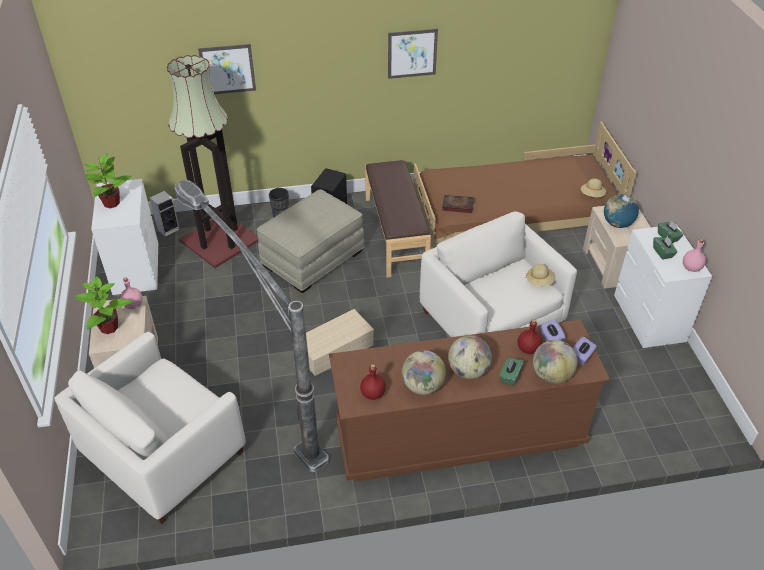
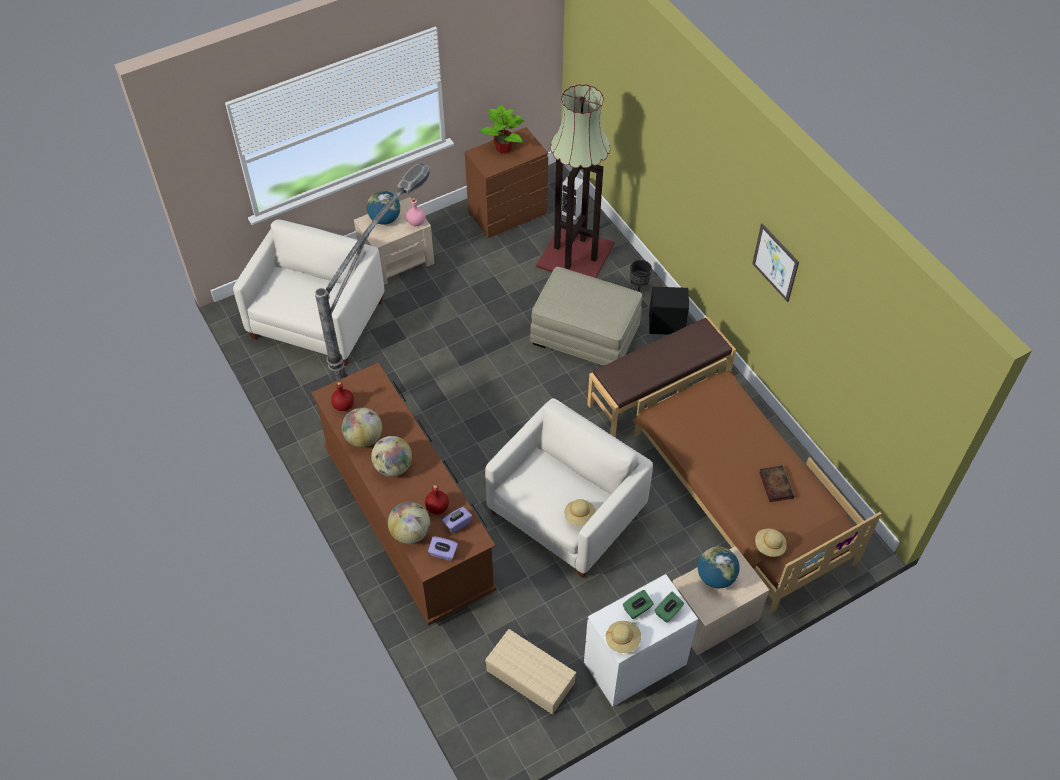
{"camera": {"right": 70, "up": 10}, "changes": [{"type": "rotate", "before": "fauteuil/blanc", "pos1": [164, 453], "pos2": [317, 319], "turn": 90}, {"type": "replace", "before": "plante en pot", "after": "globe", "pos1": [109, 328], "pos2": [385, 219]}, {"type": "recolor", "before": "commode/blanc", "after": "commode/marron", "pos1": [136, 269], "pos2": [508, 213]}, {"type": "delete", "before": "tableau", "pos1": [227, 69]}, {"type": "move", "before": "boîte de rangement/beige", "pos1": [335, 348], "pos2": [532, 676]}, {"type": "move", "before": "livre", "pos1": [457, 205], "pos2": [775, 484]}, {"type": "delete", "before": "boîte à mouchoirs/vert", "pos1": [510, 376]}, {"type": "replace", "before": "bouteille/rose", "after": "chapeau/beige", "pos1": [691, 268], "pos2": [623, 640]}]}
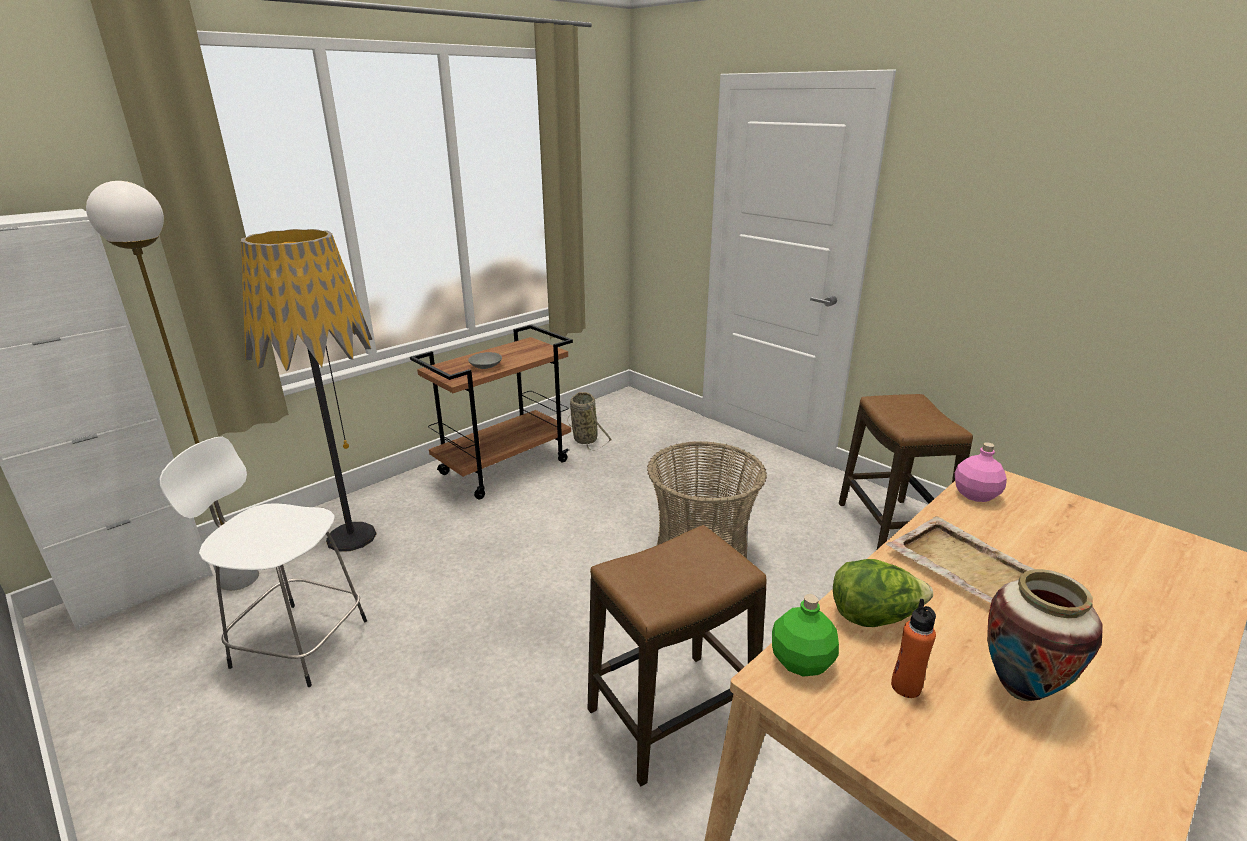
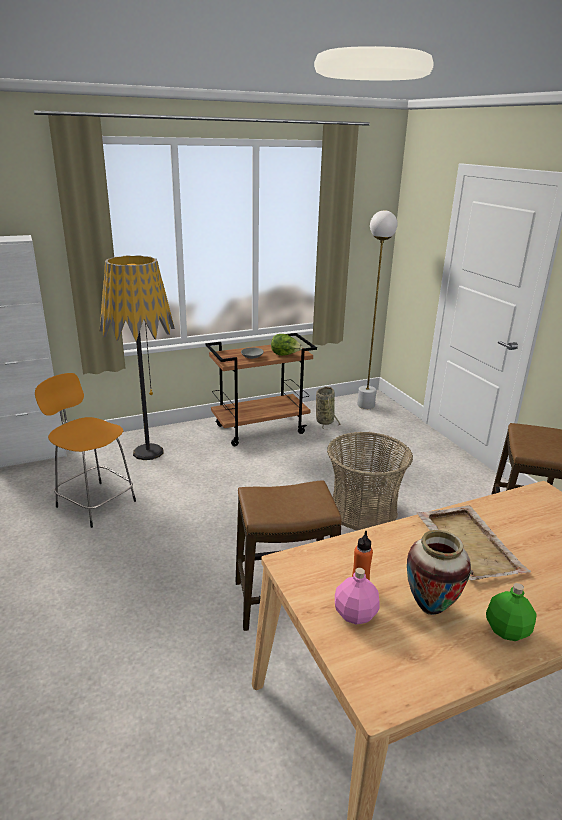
{"camera": {"right": 20, "up": 0}, "changes": [{"type": "move", "before": "lampadaire/blanc", "pos1": [240, 579], "pos2": [366, 405]}, {"type": "recolor", "before": "tabouret/blanc", "after": "tabouret/orange", "pos1": [296, 642], "pos2": [94, 503]}, {"type": "move", "before": "bouteille/vert", "pos1": [800, 661], "pos2": [506, 629]}, {"type": "move", "before": "laitue", "pos1": [874, 617], "pos2": [285, 355]}, {"type": "move", "before": "bouteille/rose", "pos1": [976, 495], "pos2": [356, 614]}]}
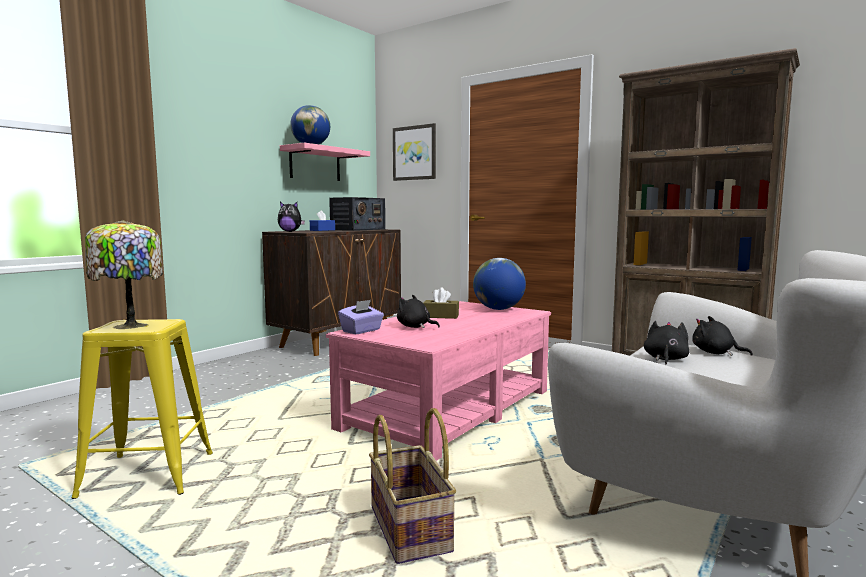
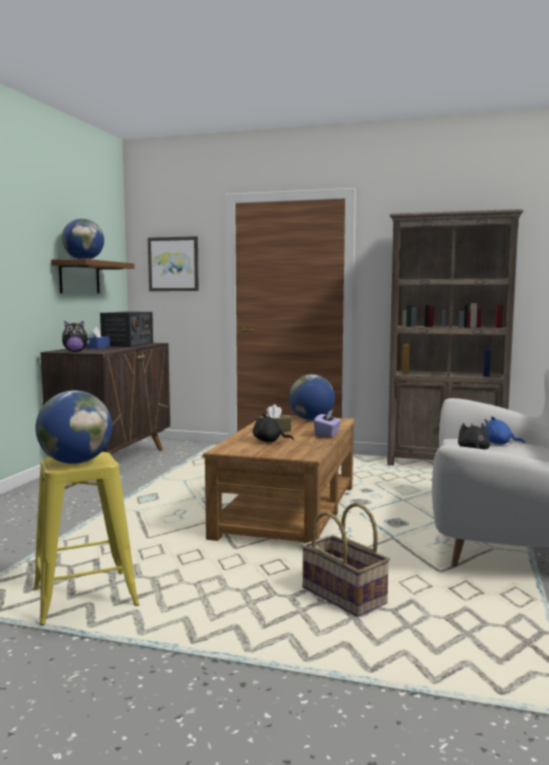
{"camera": {"right": -20, "up": 0}, "changes": [{"type": "replace", "before": "lampe de table", "after": "globe", "pos1": [128, 326], "pos2": [75, 462]}, {"type": "recolor", "before": "étagère/rose", "after": "étagère/marron", "pos1": [315, 164], "pos2": [79, 277]}, {"type": "recolor", "before": "table basse/rose", "after": "table basse/marron", "pos1": [447, 409], "pos2": [286, 511]}, {"type": "move", "before": "boîte à mouchoirs/violet", "pos1": [361, 331], "pos2": [327, 434]}, {"type": "recolor", "before": "peluche/noir", "after": "peluche/bleu", "pos1": [715, 353], "pos2": [499, 443]}]}
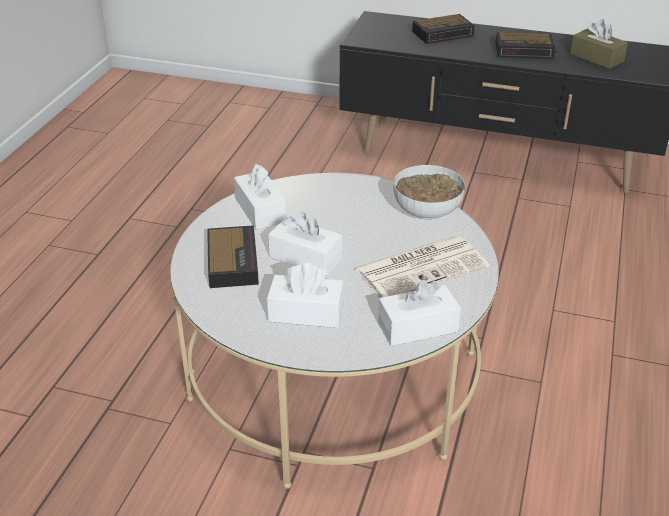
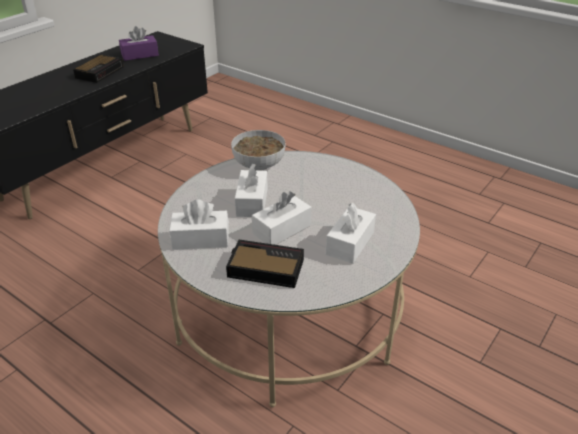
{"camera": {"right": -70, "up": 0}, "changes": [{"type": "delete", "before": "journal", "pos1": [421, 267]}, {"type": "move", "before": "boîte à mouchoirs/blanc", "pos1": [417, 327], "pos2": [252, 202]}, {"type": "delete", "before": "réveil", "pos1": [444, 33]}, {"type": "recolor", "before": "boîte à mouchoirs/marron", "after": "boîte à mouchoirs/violet", "pos1": [596, 58], "pos2": [140, 55]}]}
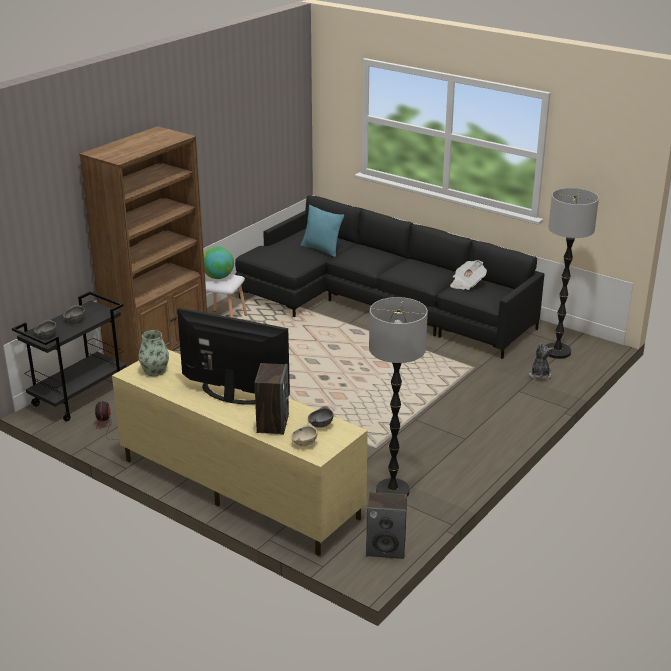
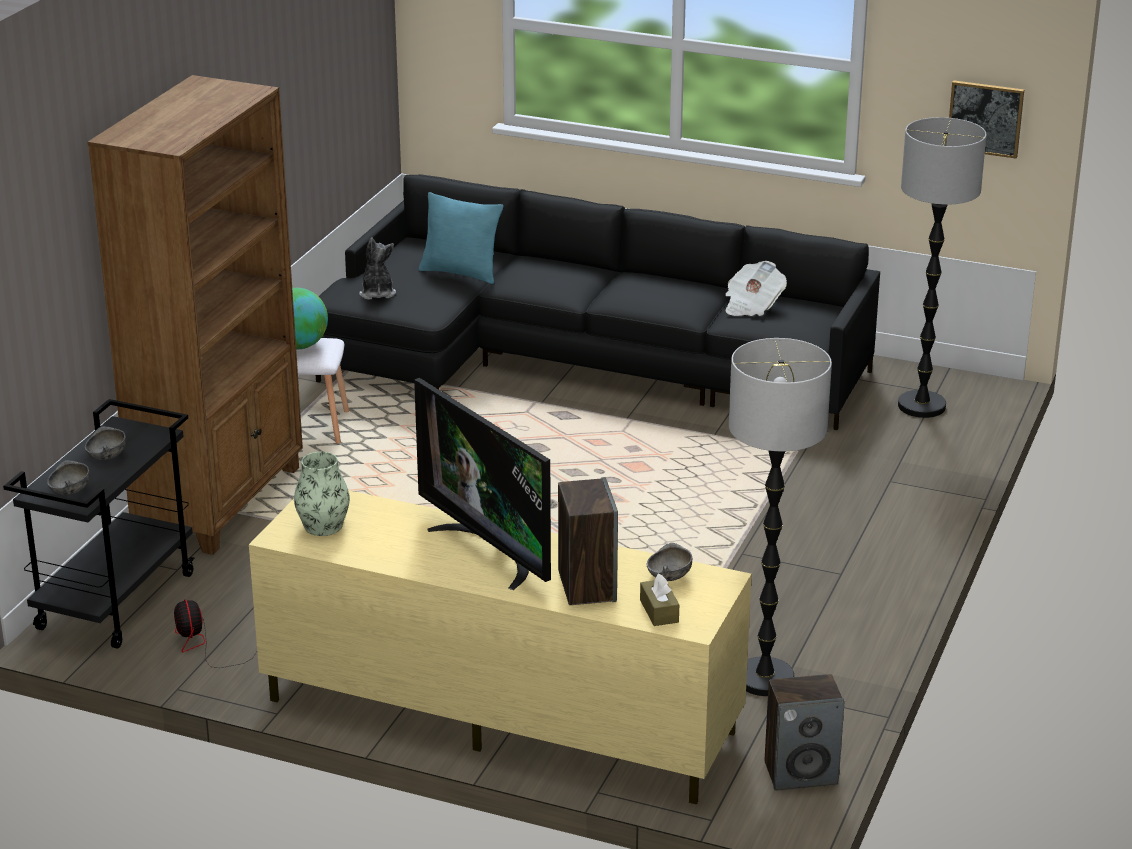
{"camera": {"right": -15, "up": 0}, "changes": [{"type": "rotate", "before": "téléviseur", "pos1": [233, 396], "pos2": [490, 551], "turn": -135}, {"type": "replace", "before": "bol/beige", "after": "boîte à mouchoirs/marron", "pos1": [304, 443], "pos2": [659, 611]}, {"type": "move", "before": "peluche", "pos1": [539, 375], "pos2": [377, 293]}, {"type": "insert", "after": "tableau", "pos2": [985, 118]}]}
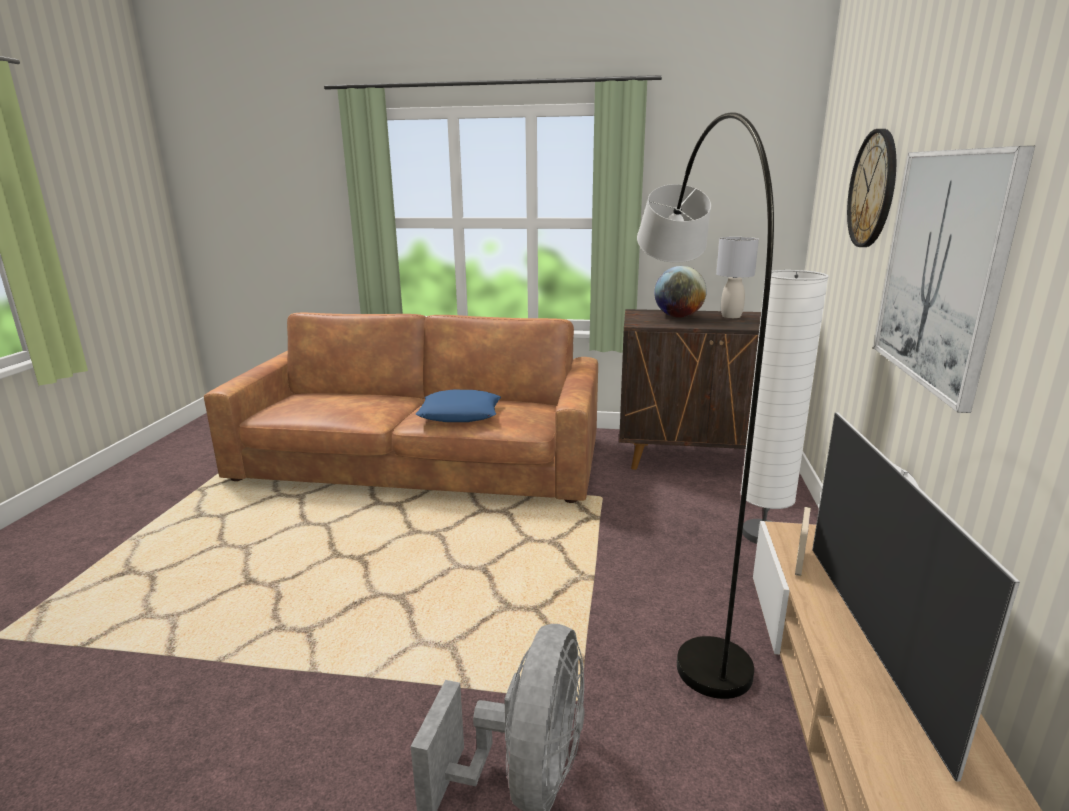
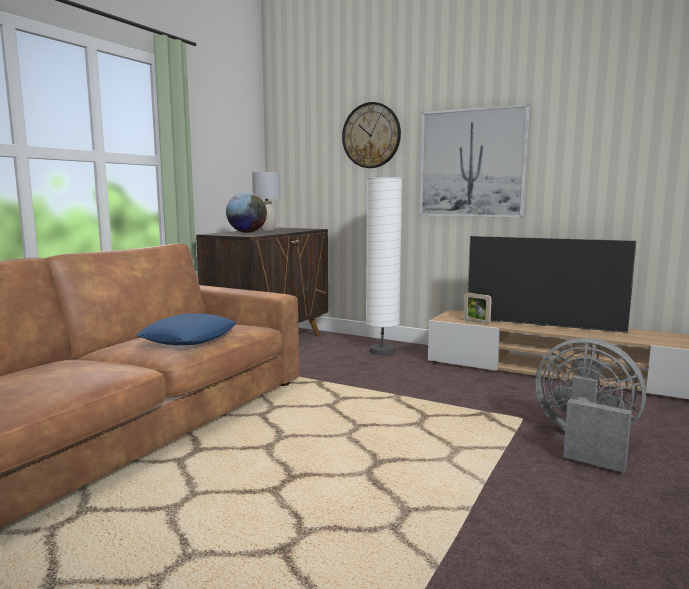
{"camera": {"right": -70, "up": -10}, "changes": [{"type": "delete", "before": "lampadaire/gris", "pos1": [676, 585]}]}
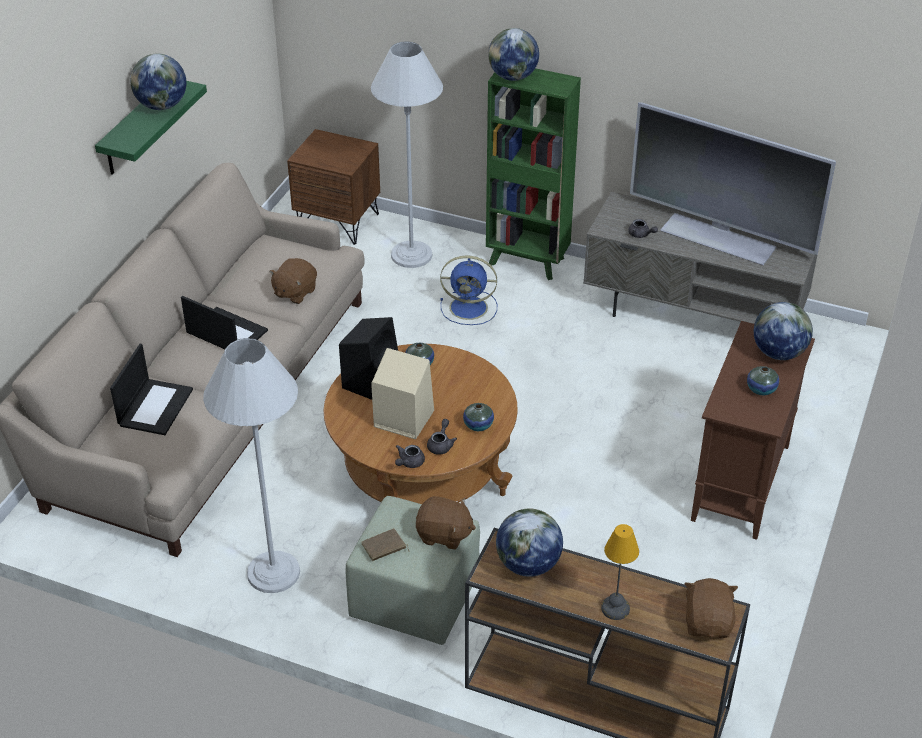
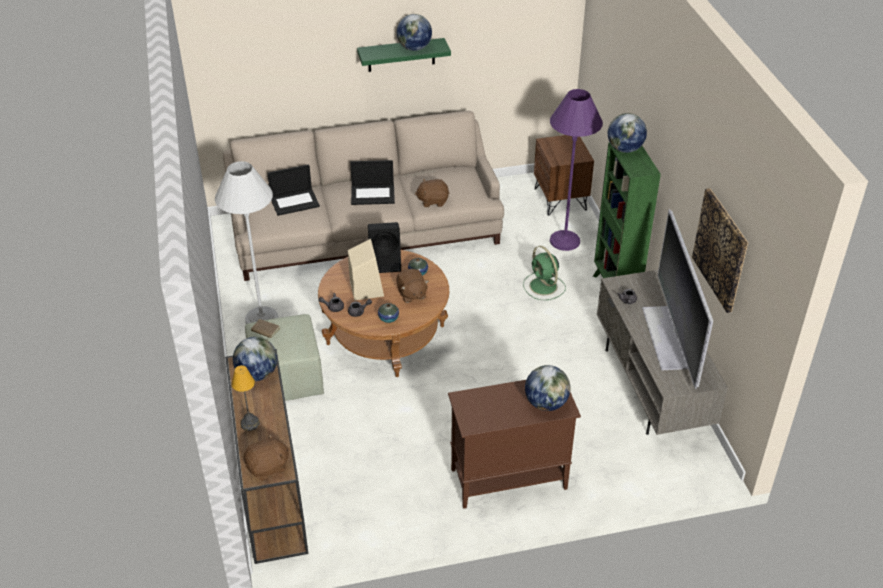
{"camera": {"right": 55, "up": 0}, "changes": [{"type": "rotate", "before": "ordinateur portable", "pos1": [225, 332], "pos2": [373, 194], "turn": 90}, {"type": "recolor", "before": "lampadaire/blanc", "after": "lampadaire/violet", "pos1": [411, 255], "pos2": [565, 241]}, {"type": "move", "before": "peluche/marron", "pos1": [444, 535], "pos2": [411, 294]}, {"type": "recolor", "before": "ventilateur/bleu", "after": "ventilateur/vert", "pos1": [470, 308], "pos2": [544, 287]}, {"type": "delete", "before": "vase", "pos1": [761, 389]}, {"type": "insert", "after": "tableau", "pos2": [721, 250]}]}
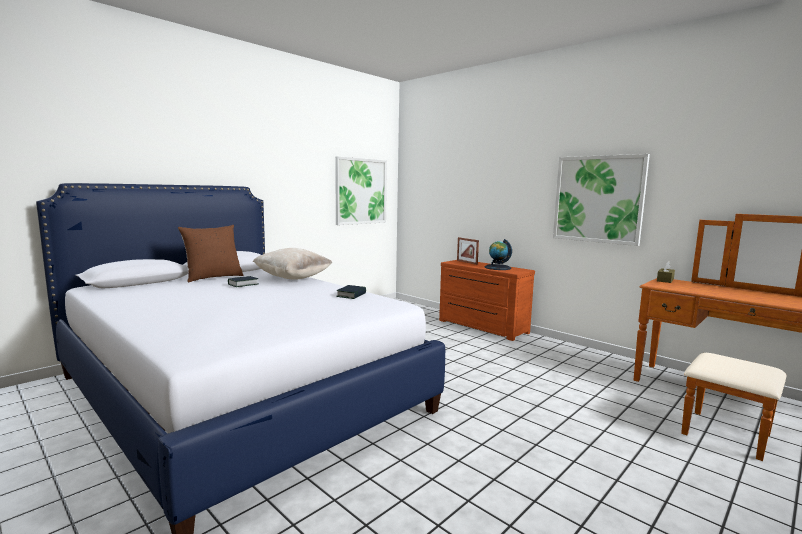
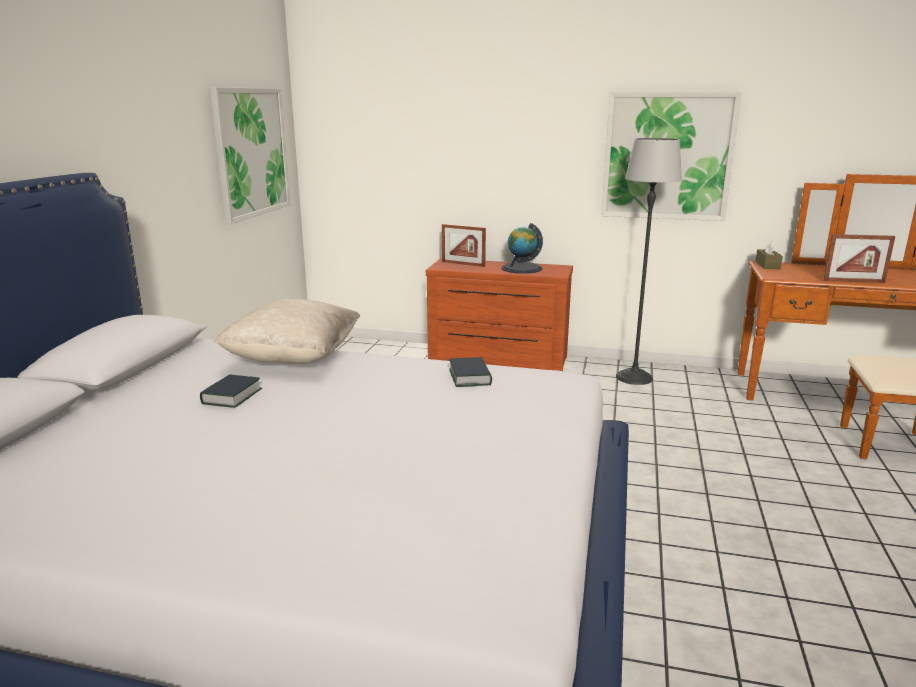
{"camera": {"right": -30, "up": 10}, "changes": [{"type": "delete", "before": "coussin/marron", "pos1": [213, 277]}, {"type": "insert", "after": "lampadaire", "pos2": [634, 377]}, {"type": "insert", "after": "cadre photo", "pos2": [853, 281]}]}
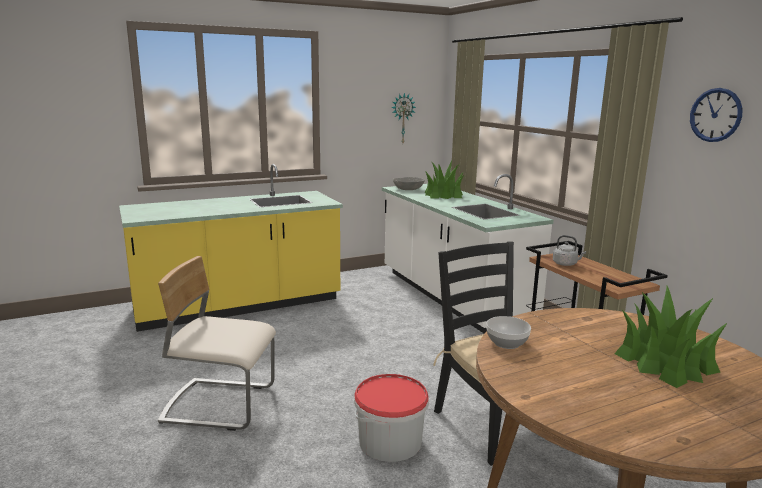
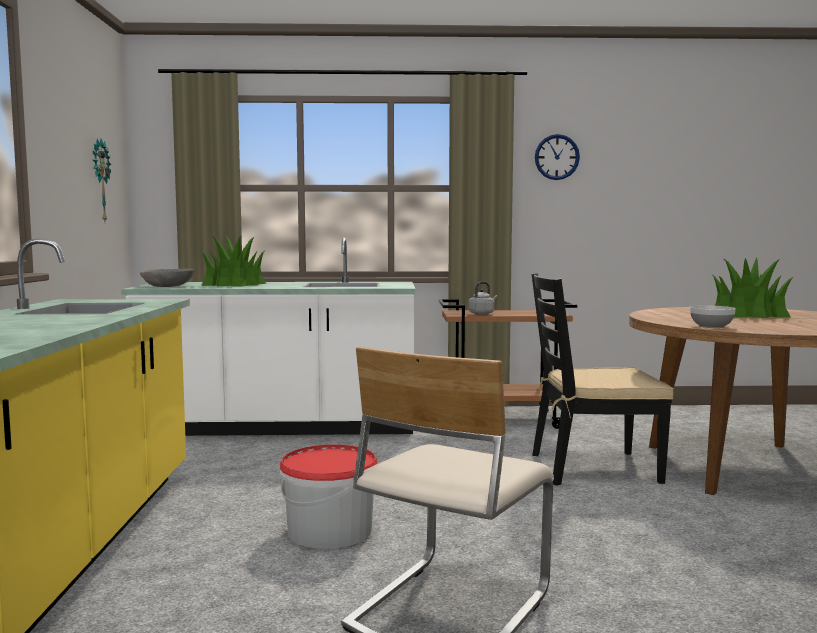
{"camera": {"right": -65, "up": -10}, "changes": [{"type": "move", "before": "seau", "pos1": [390, 441], "pos2": [330, 530]}]}
